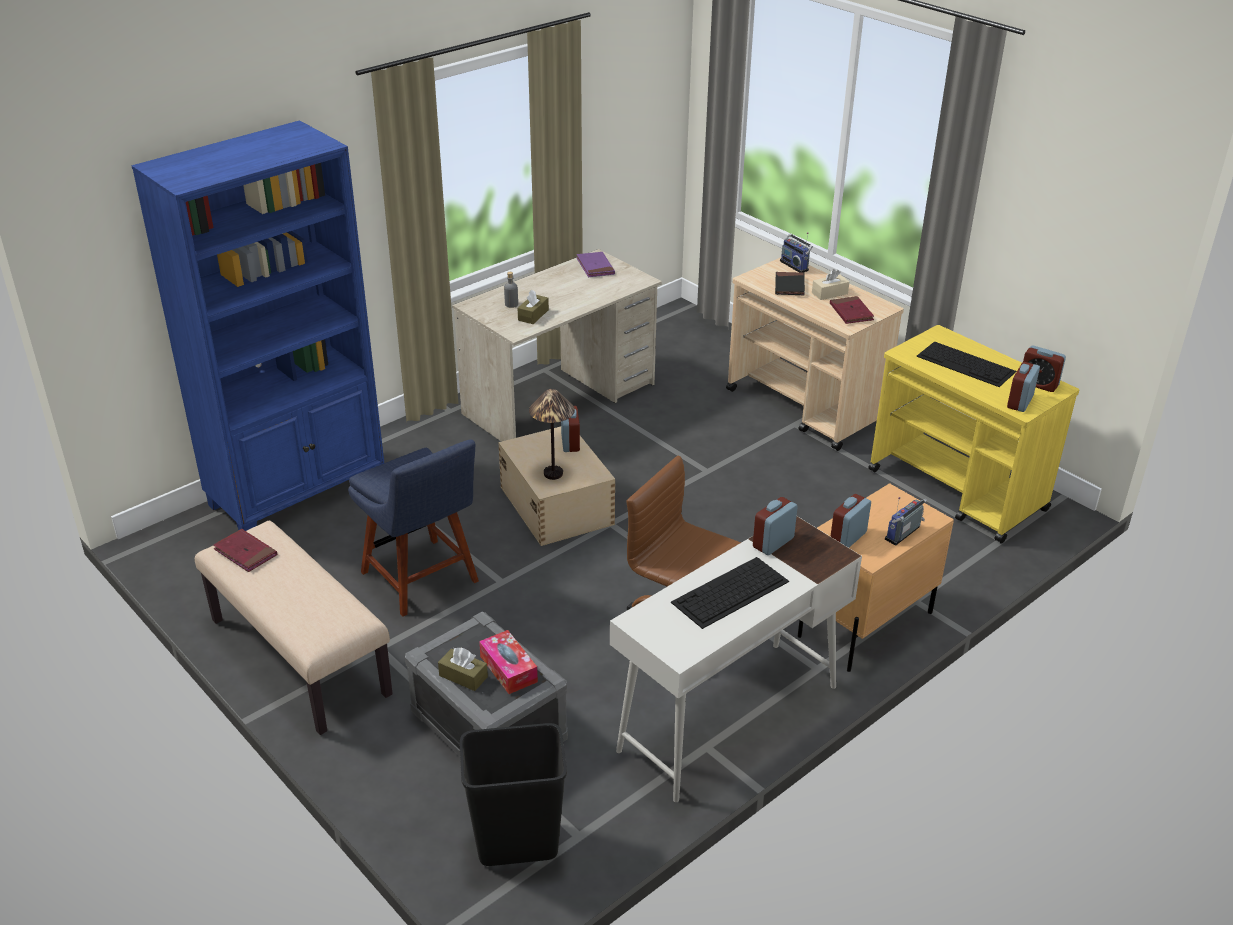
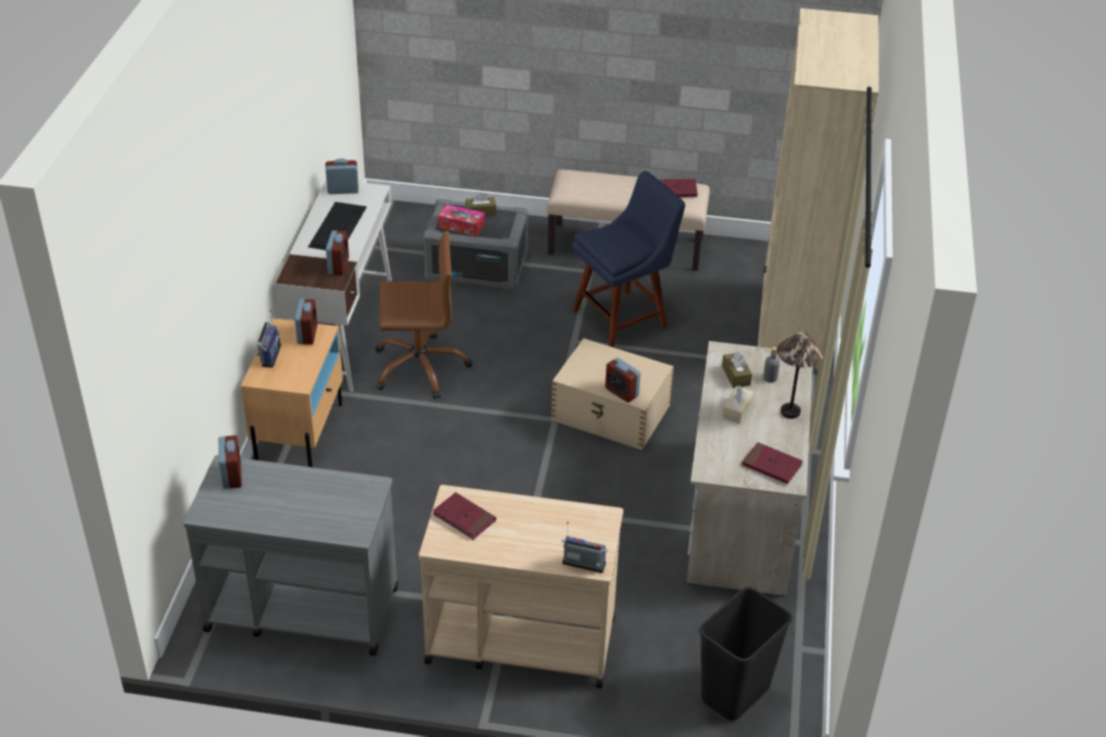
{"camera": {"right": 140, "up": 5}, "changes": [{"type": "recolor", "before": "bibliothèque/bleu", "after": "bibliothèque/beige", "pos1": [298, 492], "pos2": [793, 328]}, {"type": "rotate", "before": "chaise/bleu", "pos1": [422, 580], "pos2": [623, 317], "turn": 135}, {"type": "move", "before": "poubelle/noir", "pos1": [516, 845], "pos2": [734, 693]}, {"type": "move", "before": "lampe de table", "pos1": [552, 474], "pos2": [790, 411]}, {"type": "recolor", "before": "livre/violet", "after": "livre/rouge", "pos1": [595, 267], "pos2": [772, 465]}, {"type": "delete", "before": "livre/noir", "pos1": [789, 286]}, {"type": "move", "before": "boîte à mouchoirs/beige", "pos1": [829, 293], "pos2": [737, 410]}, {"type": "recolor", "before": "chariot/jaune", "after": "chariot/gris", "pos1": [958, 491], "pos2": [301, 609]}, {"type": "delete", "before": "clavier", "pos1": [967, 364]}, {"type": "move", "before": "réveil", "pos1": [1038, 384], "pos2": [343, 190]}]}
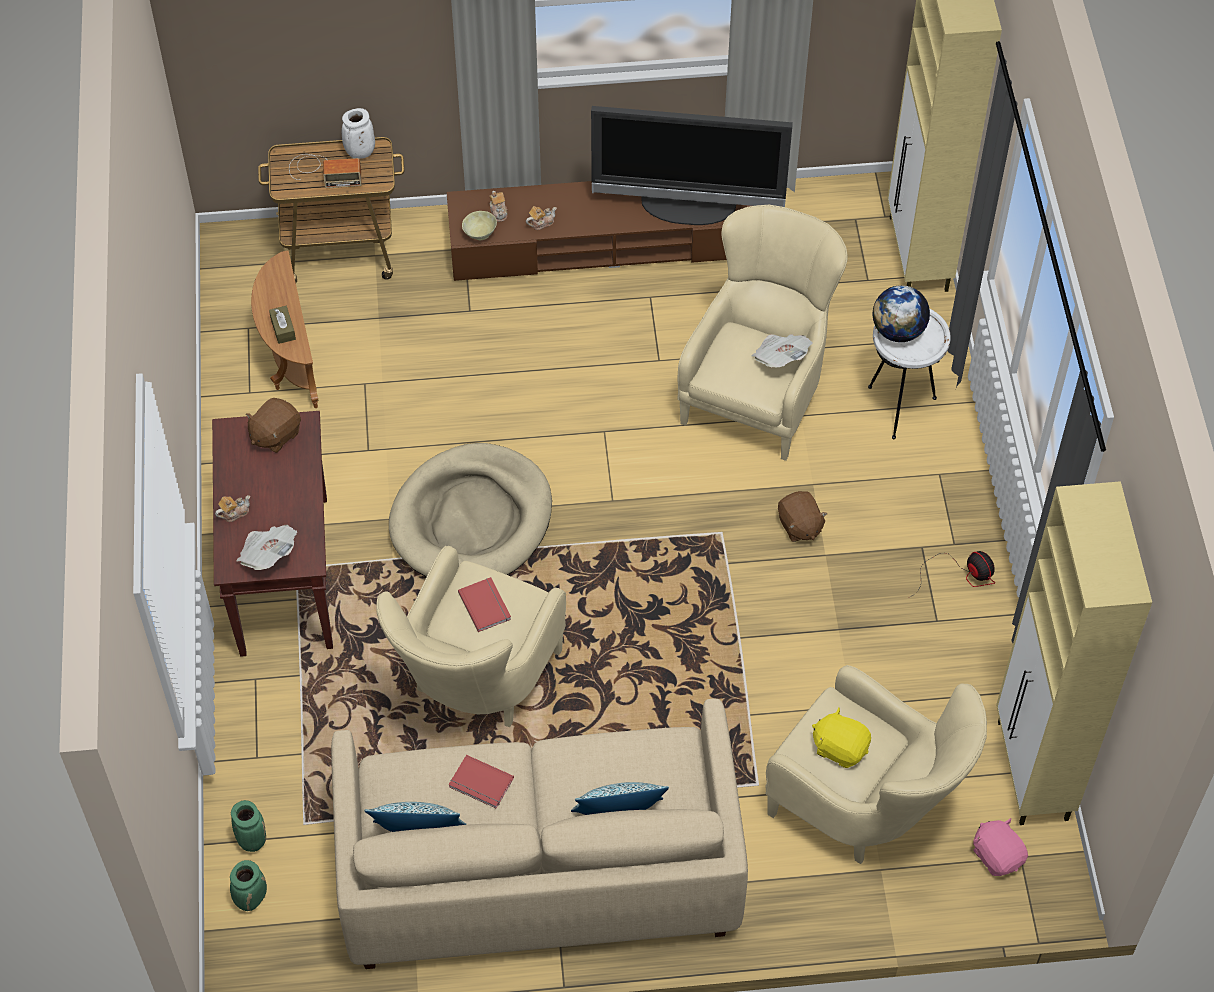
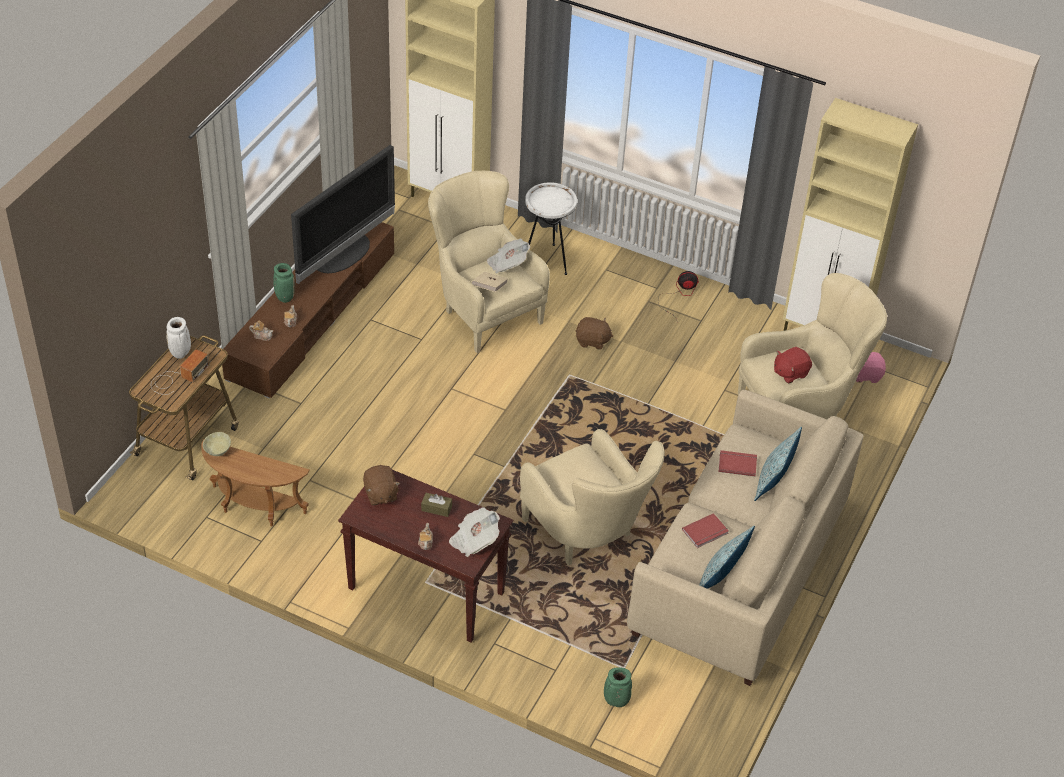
{"camera": {"right": -60, "up": -10}, "changes": [{"type": "move", "before": "vase/vert", "pos1": [251, 898], "pos2": [284, 297]}, {"type": "move", "before": "boîte à mouchoirs/marron", "pos1": [283, 329], "pos2": [436, 508]}, {"type": "delete", "before": "panier pour chien/beige", "pos1": [472, 519]}, {"type": "move", "before": "livre/rouge", "pos1": [486, 605], "pos2": [737, 463]}, {"type": "move", "before": "bol/beige", "pos1": [479, 233], "pos2": [217, 451]}, {"type": "recolor", "before": "peluche/jaune", "after": "peluche/rouge", "pos1": [840, 747], "pos2": [790, 373]}, {"type": "delete", "before": "globe", "pos1": [897, 331]}, {"type": "insert", "after": "livre/beige", "pos2": [489, 288]}]}
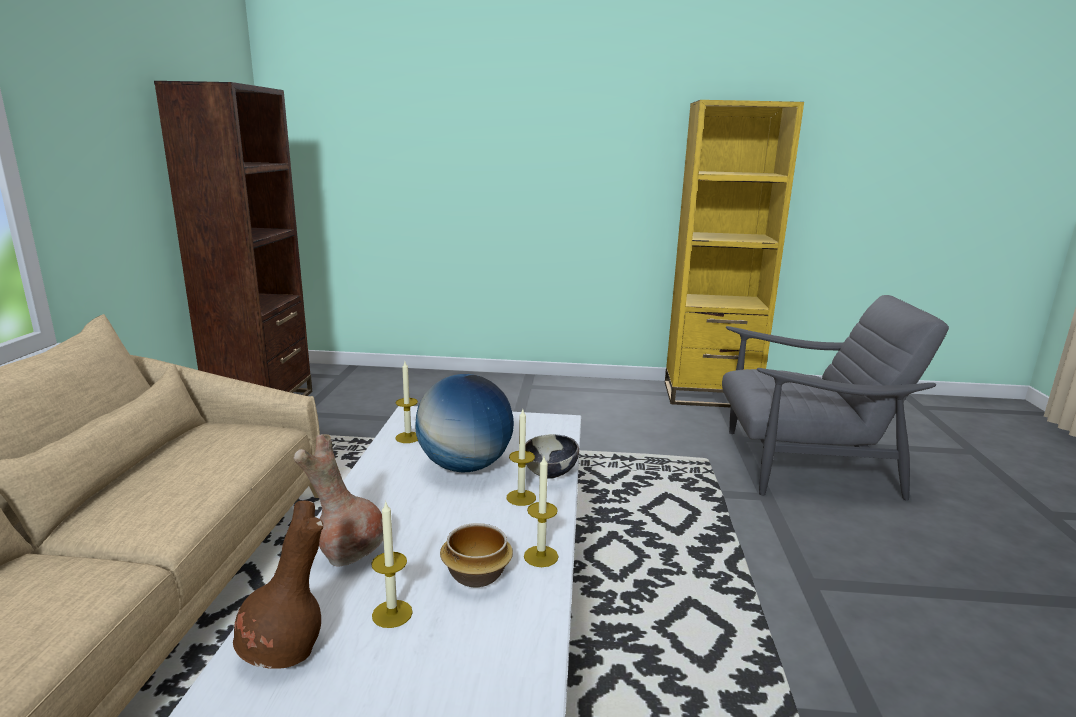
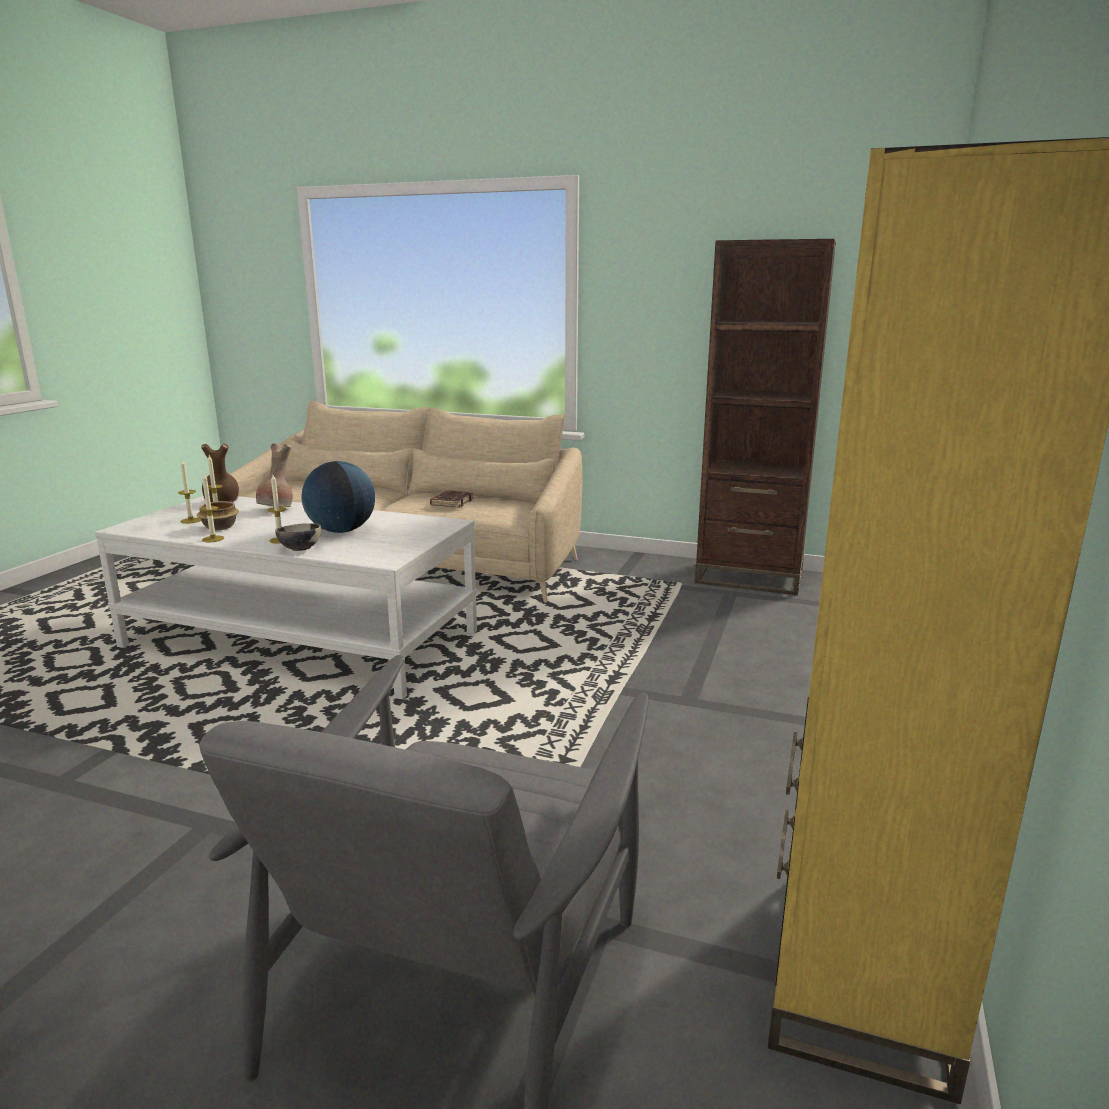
{"camera": {"right": 105, "up": 0}, "changes": [{"type": "move", "before": "bougie", "pos1": [408, 437], "pos2": [191, 520]}, {"type": "insert", "after": "livre/marron", "pos2": [451, 502]}]}
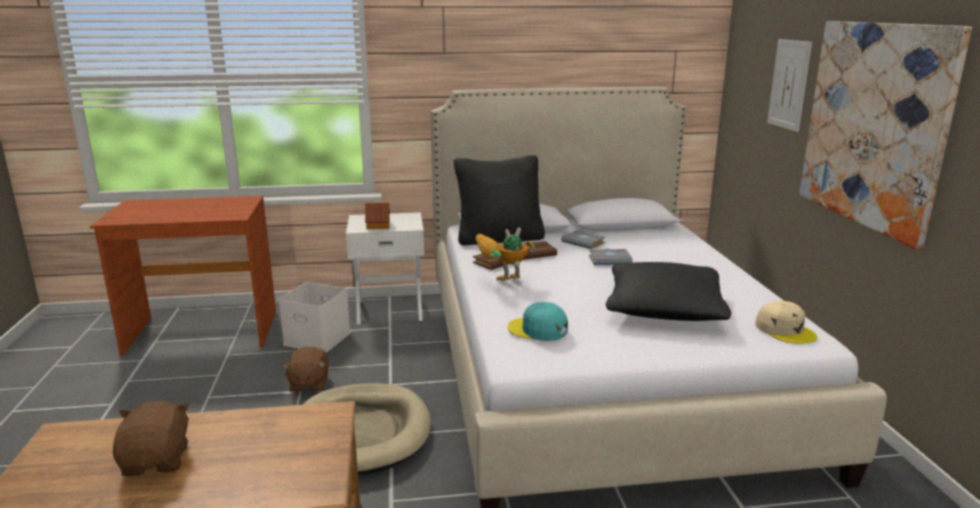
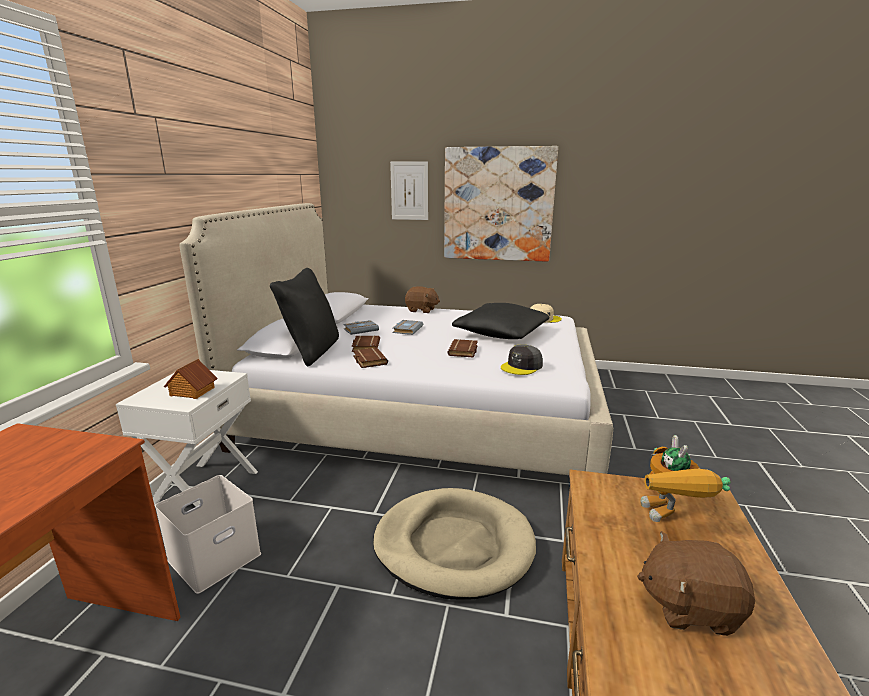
{"camera": {"right": -70, "up": 0}, "changes": [{"type": "move", "before": "peluche/marron", "pos1": [308, 384], "pos2": [421, 310]}, {"type": "move", "before": "robot jouet", "pos1": [502, 284], "pos2": [669, 520]}, {"type": "recolor", "before": "casquette/turquoise", "after": "casquette/gris", "pos1": [538, 330], "pos2": [522, 366]}, {"type": "insert", "after": "livre/marron", "pos2": [464, 351]}]}
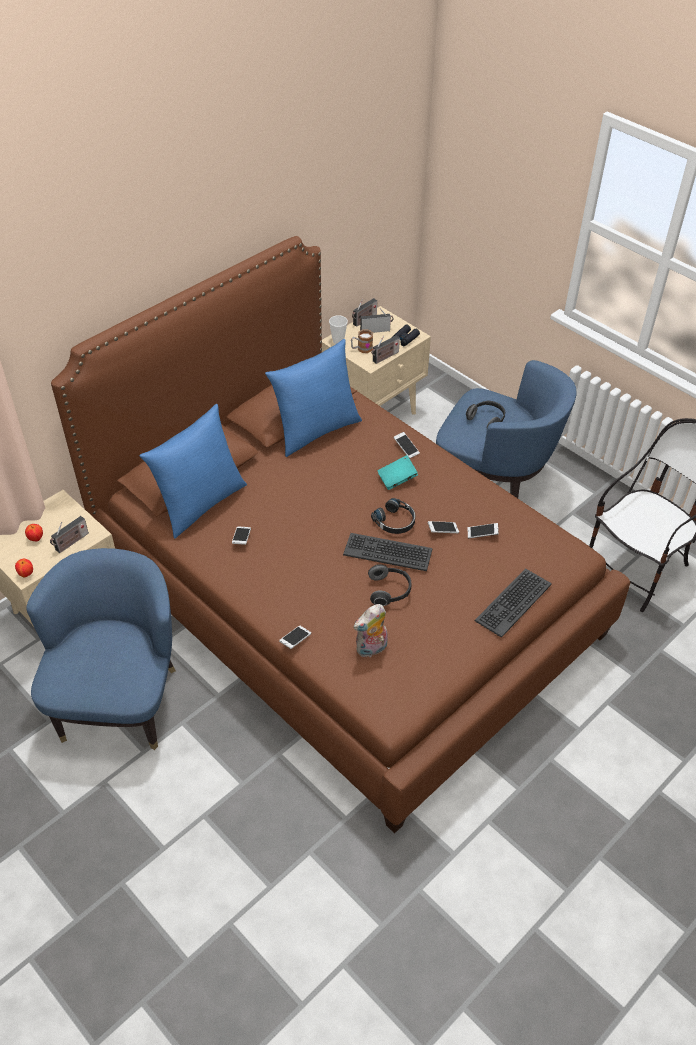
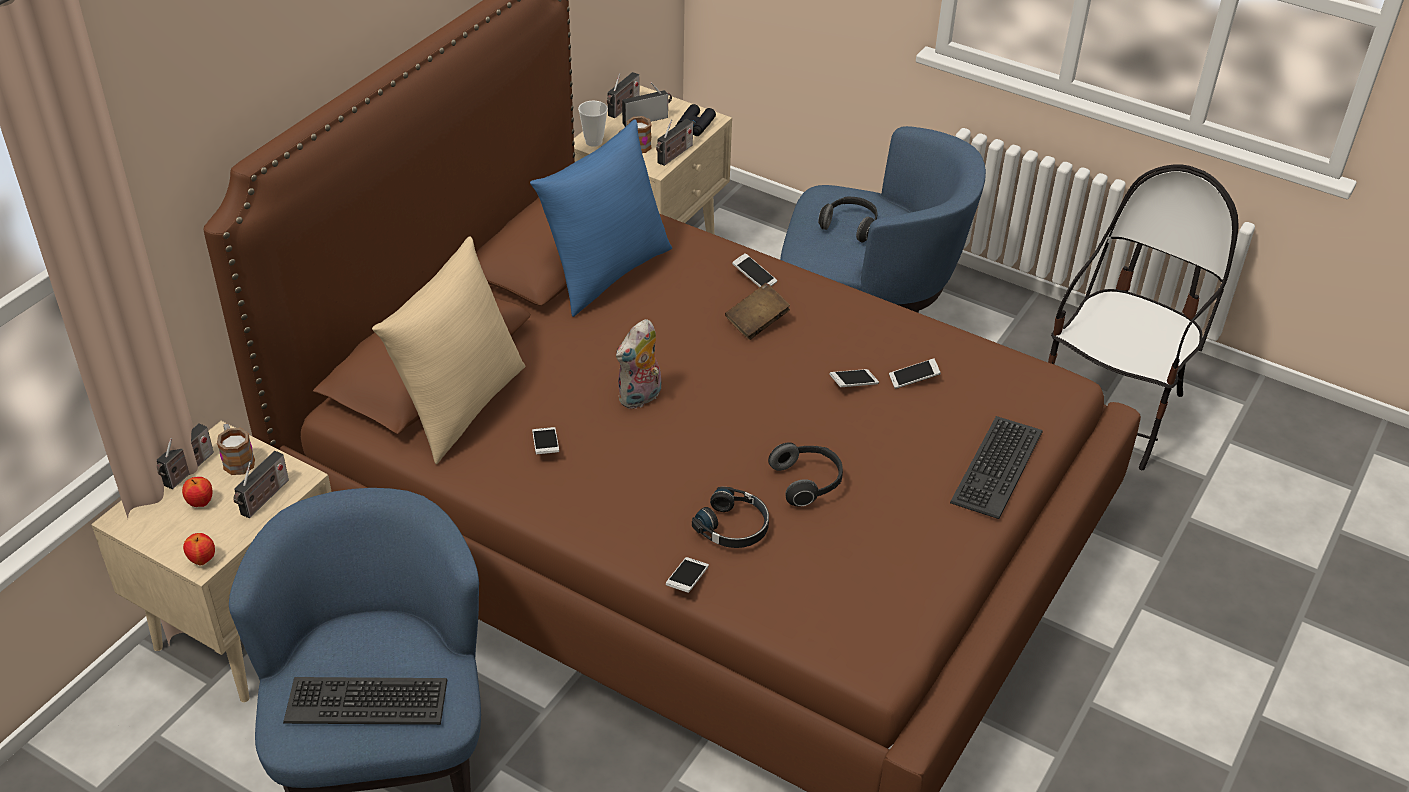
{"camera": {"right": -15, "up": -5}, "changes": [{"type": "recolor", "before": "coussin/bleu", "after": "coussin/beige", "pos1": [200, 503], "pos2": [460, 406]}, {"type": "move", "before": "clavier", "pos1": [388, 552], "pos2": [367, 701]}, {"type": "move", "before": "peluche", "pos1": [371, 649], "pos2": [640, 398]}, {"type": "move", "before": "casque audio/noir", "pos1": [395, 521], "pos2": [734, 527]}, {"type": "recolor", "before": "livre/turquoise", "after": "livre/marron", "pos1": [397, 479], "pos2": [757, 322]}, {"type": "insert", "after": "radio", "pos2": [187, 471]}, {"type": "insert", "after": "mug", "pos2": [237, 459]}]}
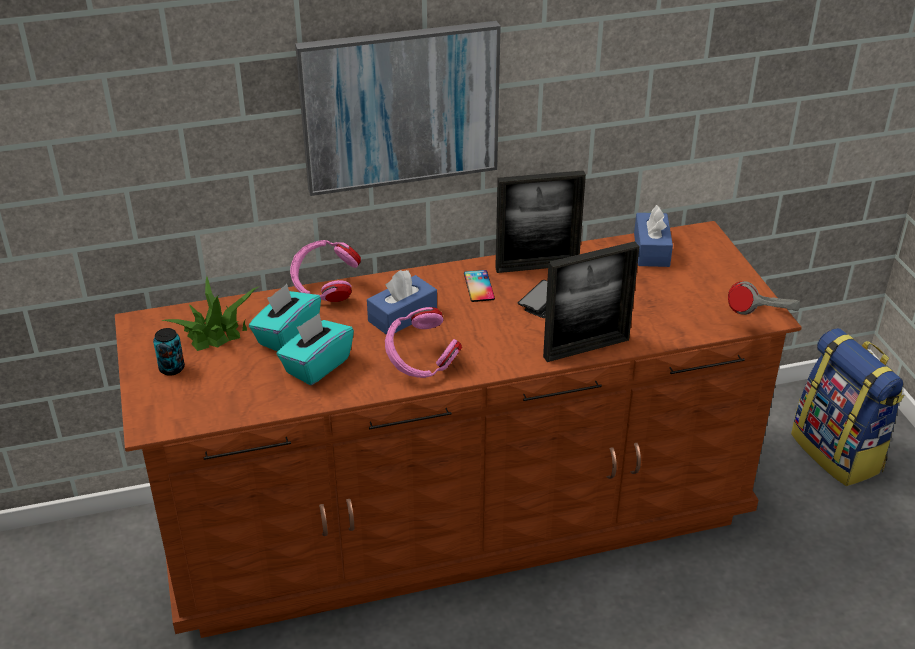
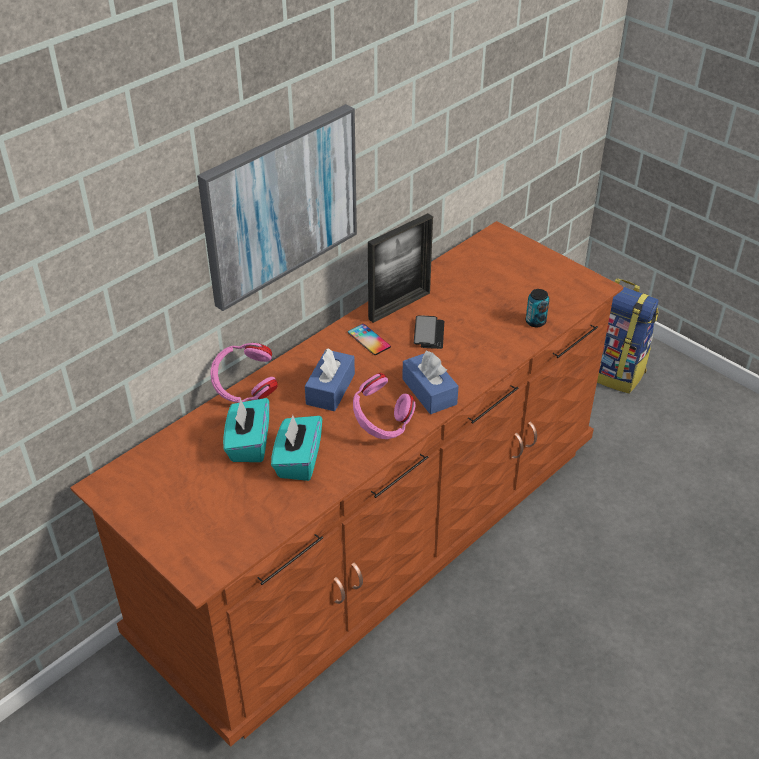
{"camera": {"right": -30, "up": 5}, "changes": [{"type": "move", "before": "boîte métallique", "pos1": [172, 368], "pos2": [535, 322]}, {"type": "delete", "before": "plante en pot", "pos1": [215, 332]}, {"type": "delete", "before": "cadre photo", "pos1": [586, 348]}, {"type": "move", "before": "boîte à mouchoirs/bleu", "pos1": [651, 250], "pos2": [429, 391]}, {"type": "delete", "before": "casque audio/gris", "pos1": [759, 320]}]}
